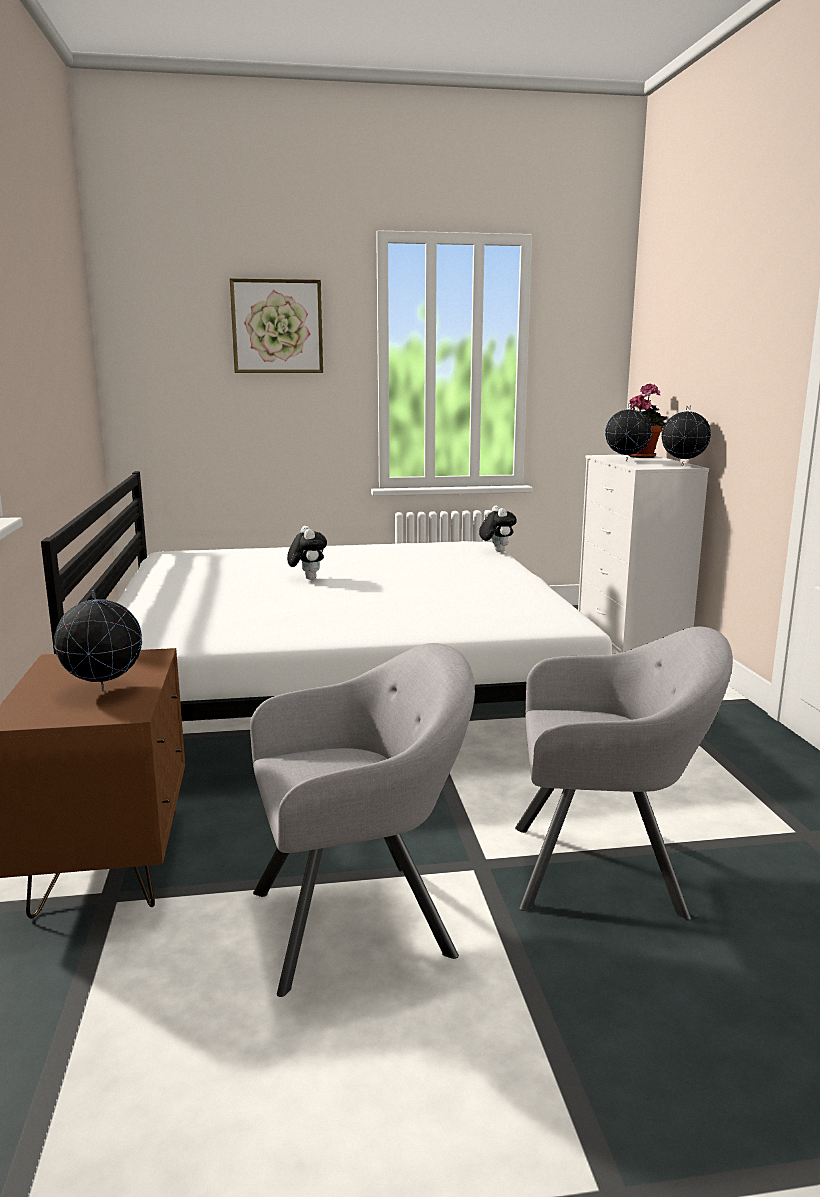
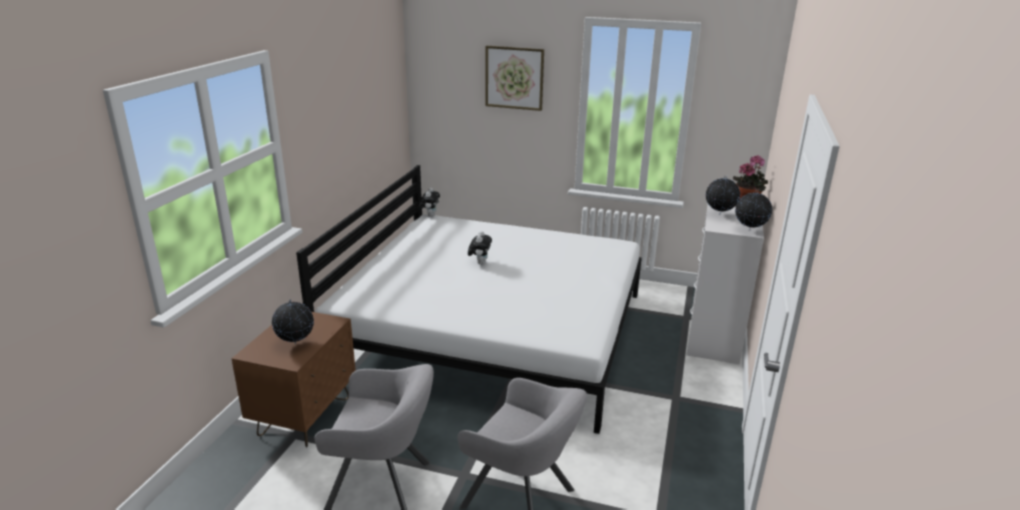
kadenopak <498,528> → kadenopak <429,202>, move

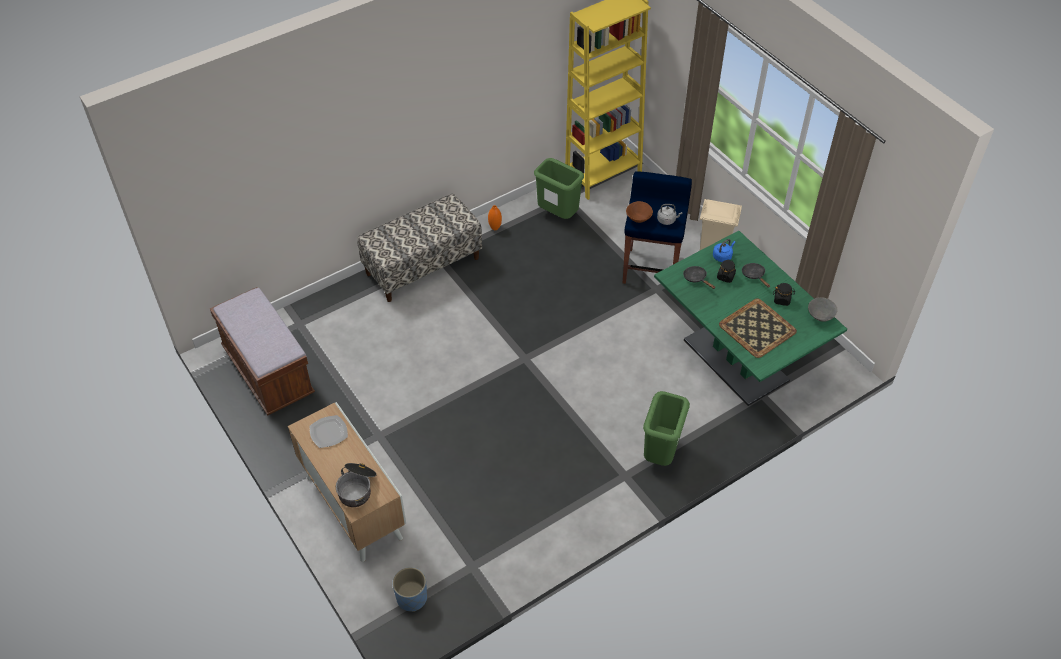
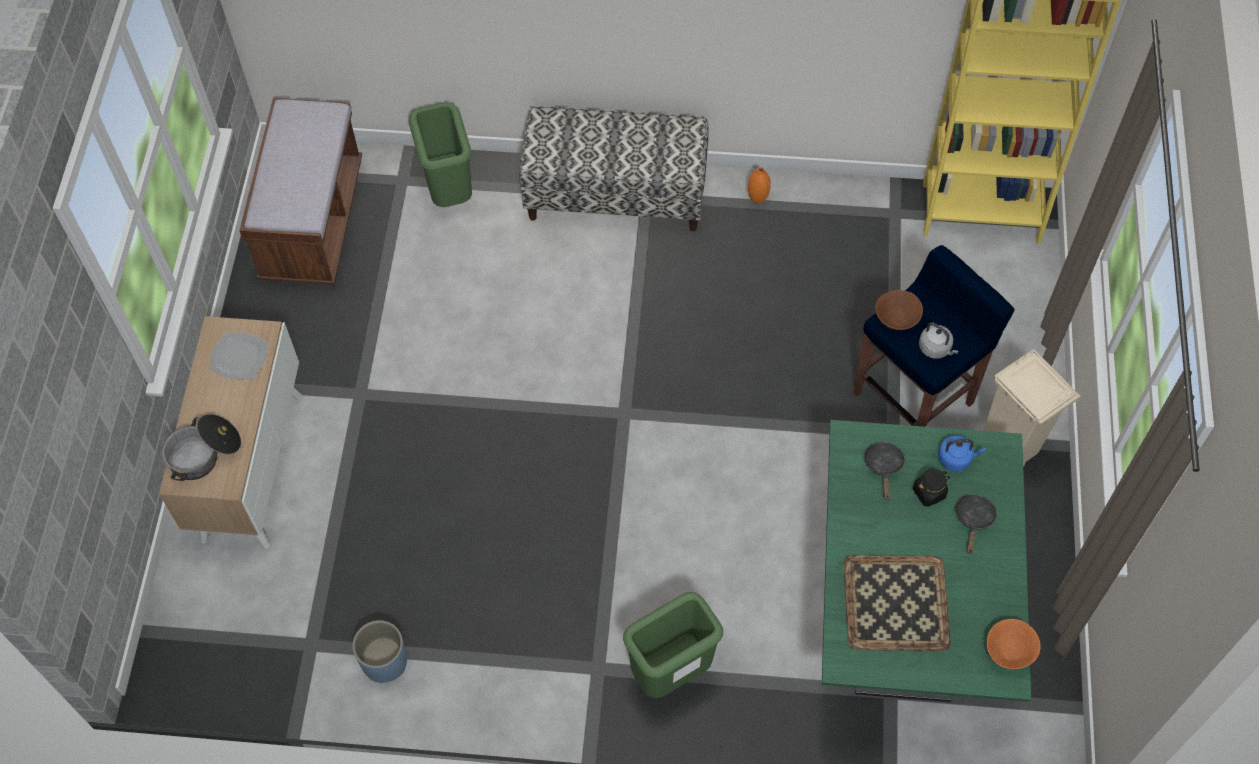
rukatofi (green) <559,188> → rukatofi (green) <440,154>, move
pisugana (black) <784,294> → -
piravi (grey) <823,309> → piravi (orange) <1013,644>
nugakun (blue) <410,589> → nugakun (blue) <379,651>, move

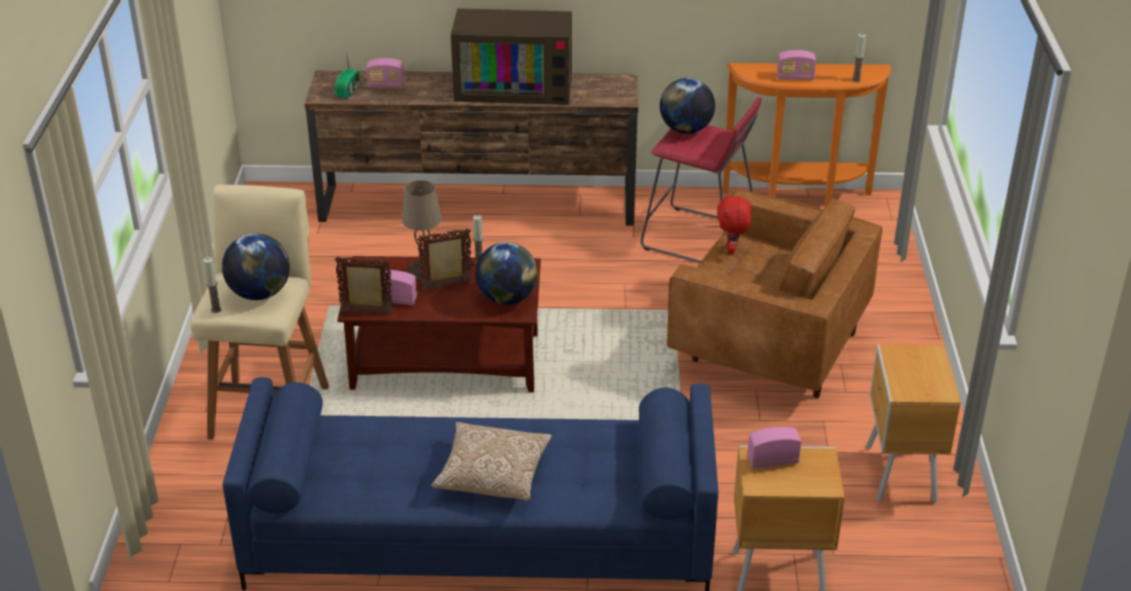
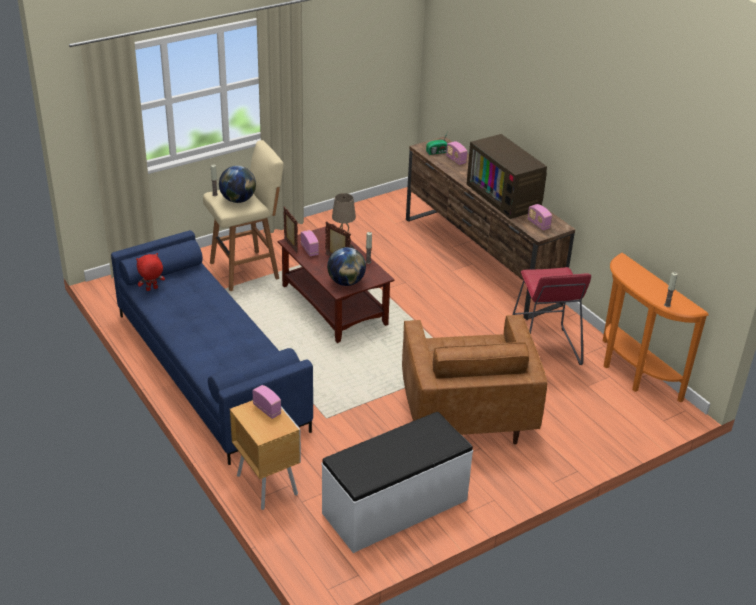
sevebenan <796,65> → sevebenan <540,217>, move
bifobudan <687,106> → -
kadenopak (red) <734,223> → kadenopak (red) <150,272>, move
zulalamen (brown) <913,423> → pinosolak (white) <397,482>
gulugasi <492,461> → -

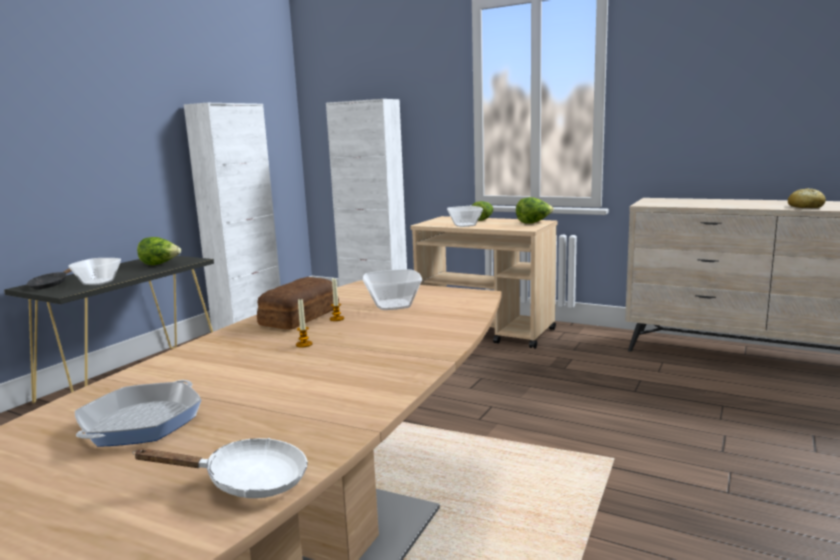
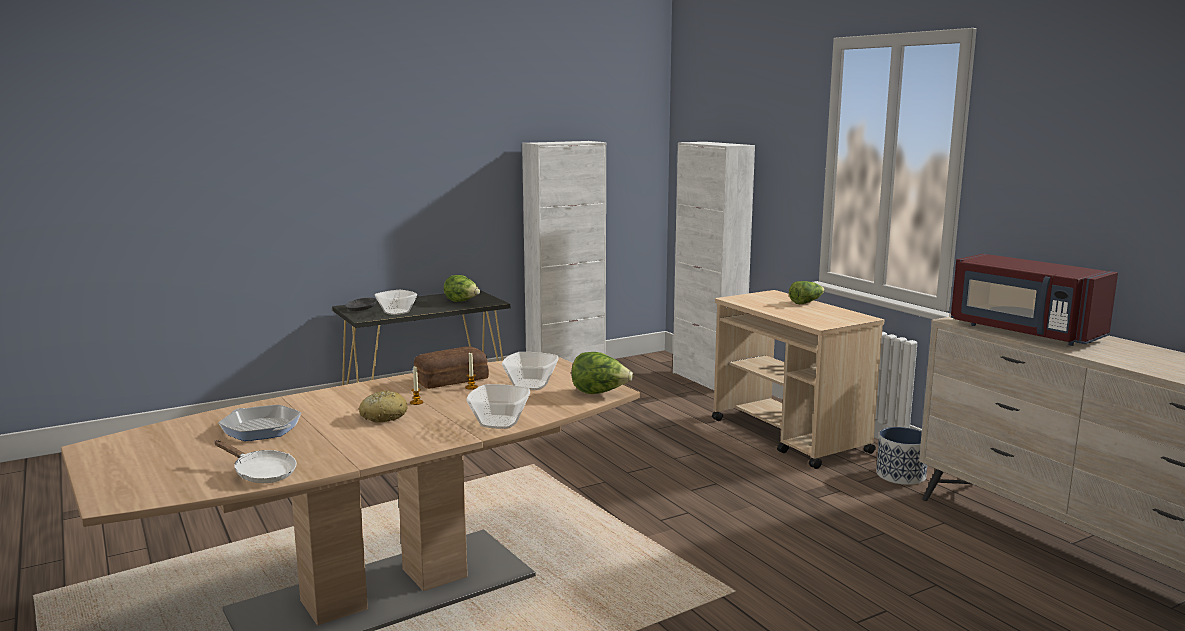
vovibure <807,198> → vovibure <383,406>, move
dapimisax <535,210> → dapimisax <602,373>, move
piravi <465,216> → piravi <498,406>, move
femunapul <138,413> → femunapul <259,423>, 105 degrees counterclockwise
- → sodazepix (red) <1034,300>
- → nugakun <901,456>

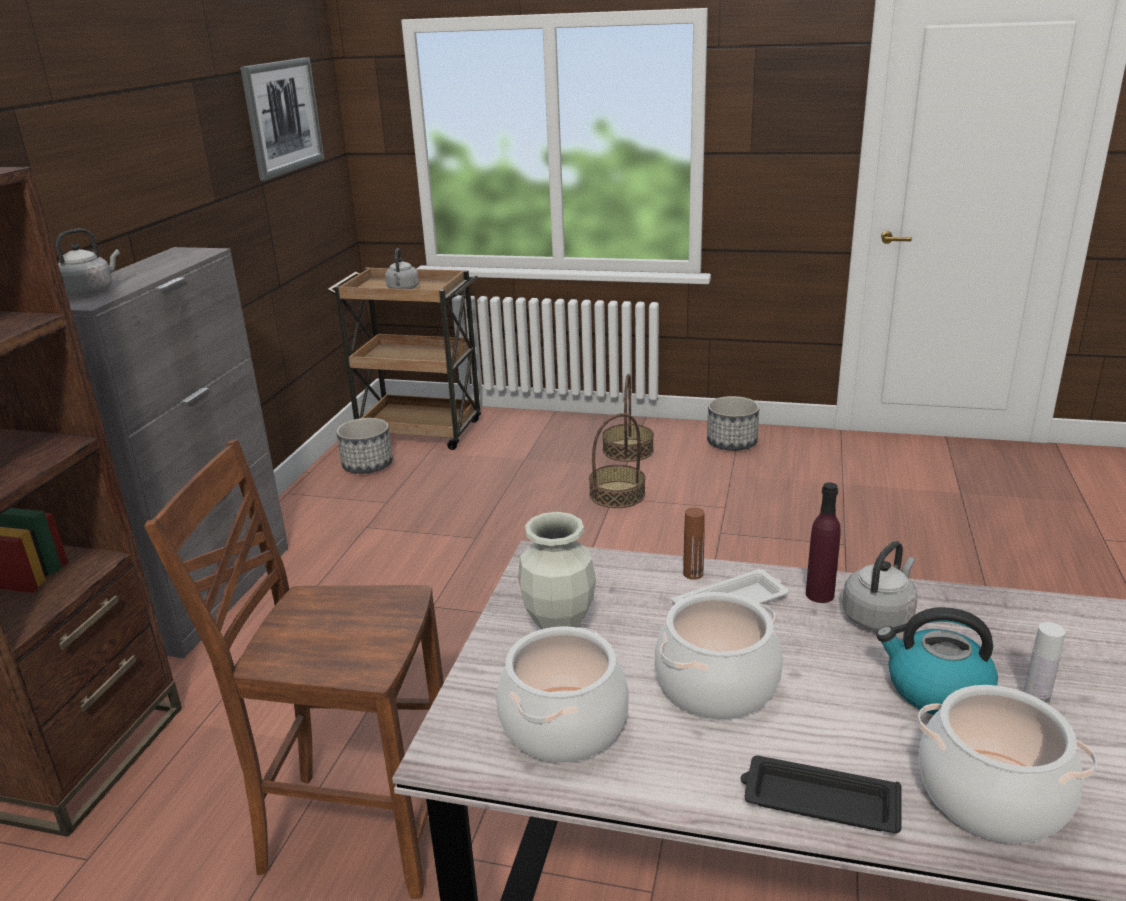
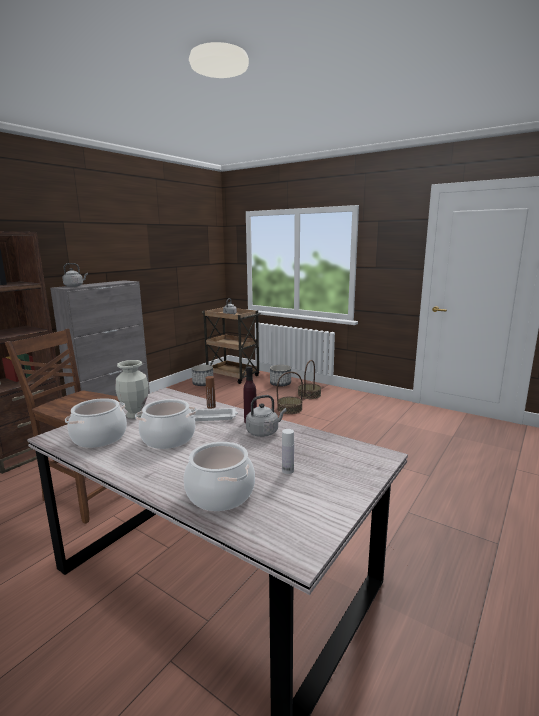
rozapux <282,119> → -
nugakun <733,423> → nugakun <280,376>, move
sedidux <937,661> → -
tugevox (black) <821,794> → -

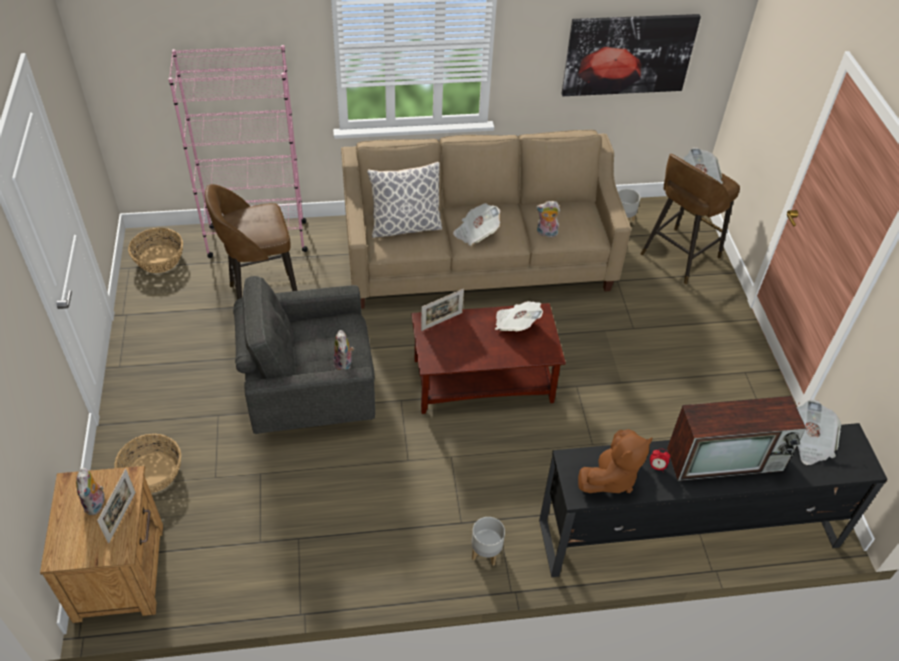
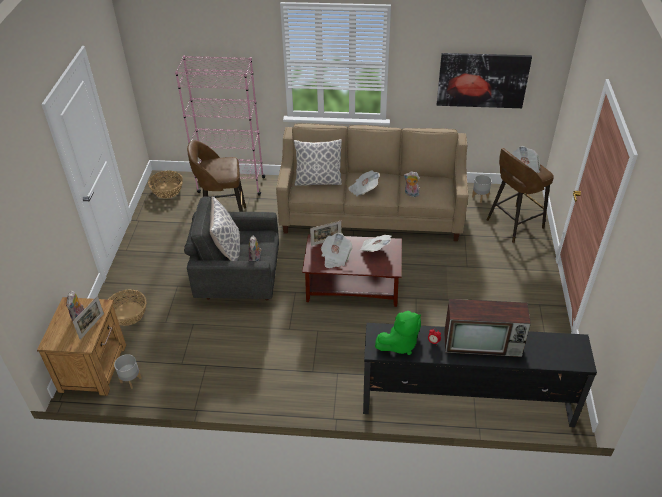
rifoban <819,432> → rifoban <336,250>, move
kadenopak (brown) <615,461> → kadenopak (green) <398,333>
nugakun (grey) <488,541> → nugakun (grey) <128,371>, move
- → gulugasi <224,229>

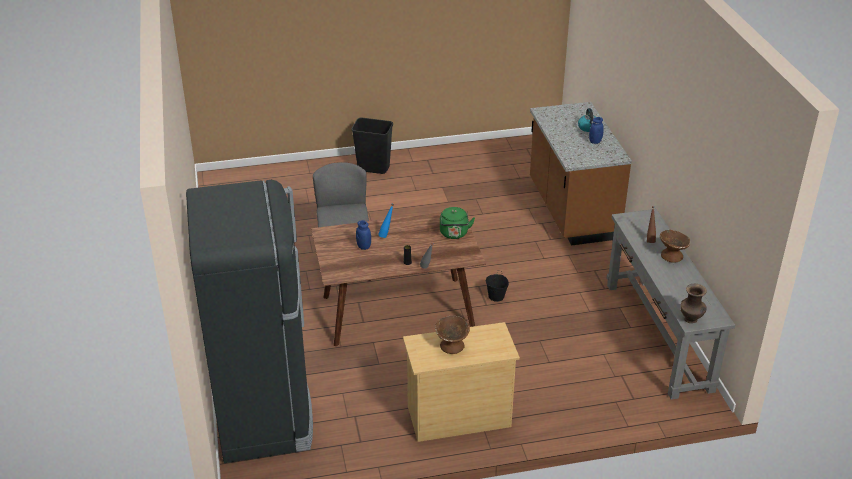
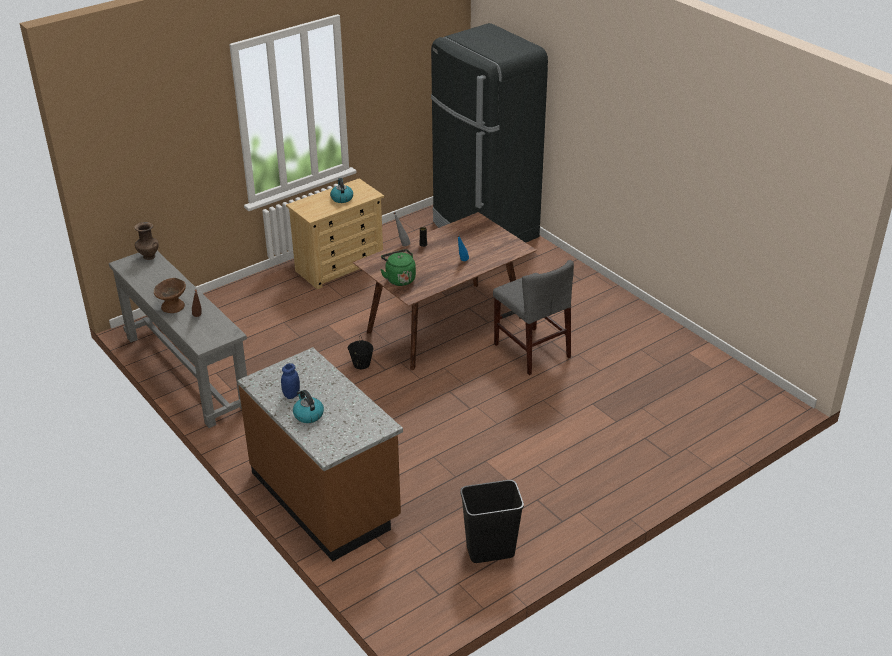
rukatofi (black) <372,146> → rukatofi (black) <492,521>, move
pisugana (blue) <363,235> → -
piravi (brown) <452,334> → sedidux <341,190>

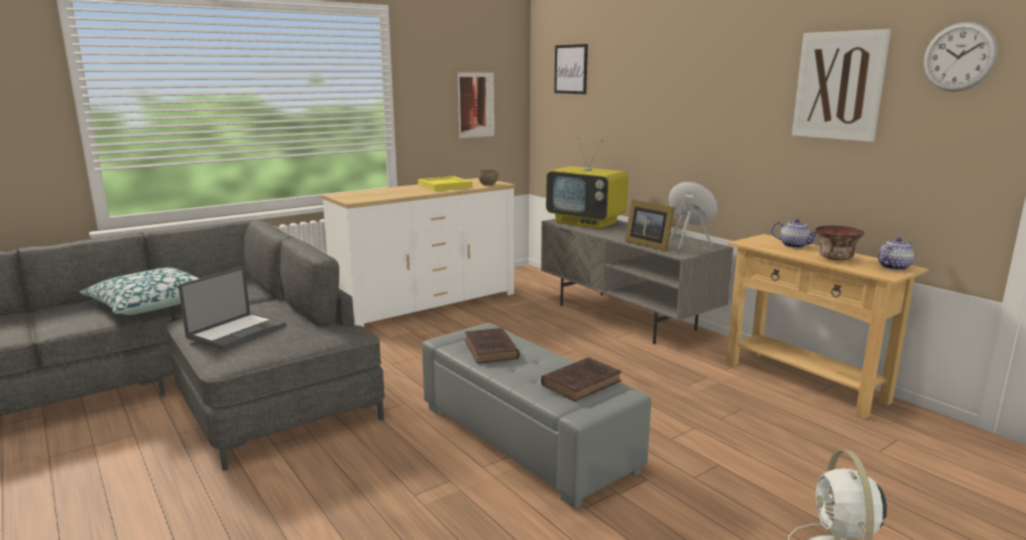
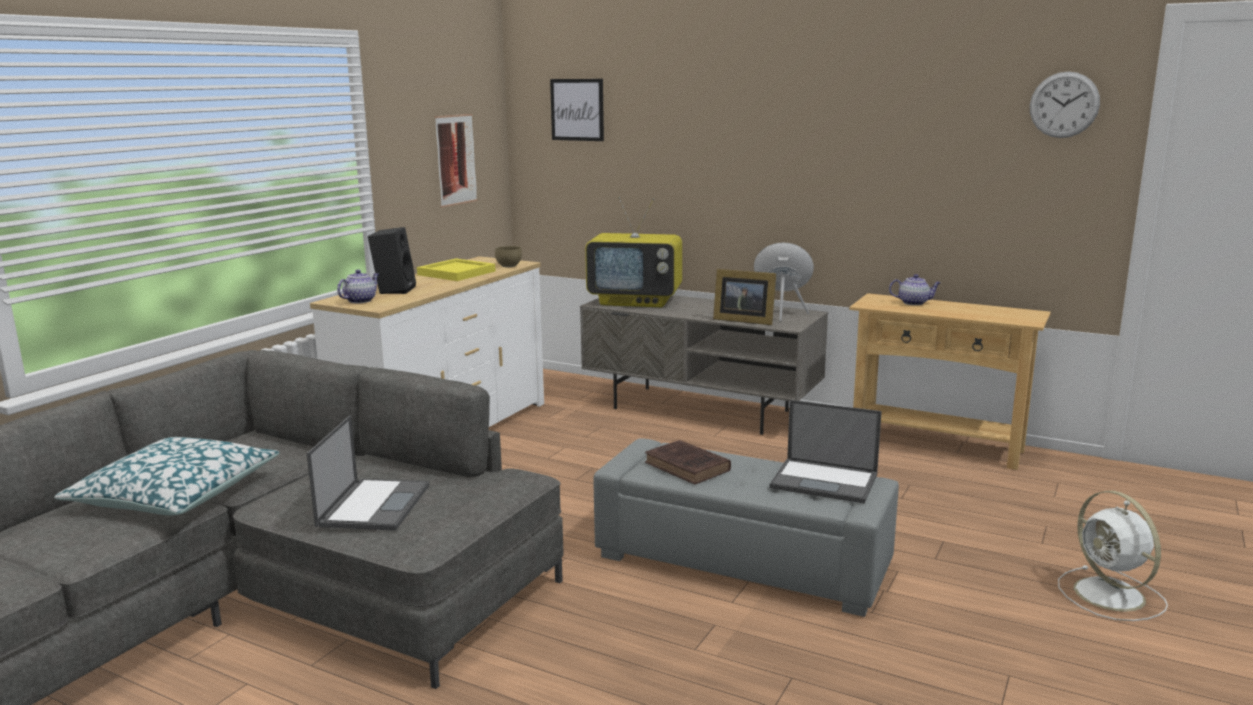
rozapux <841,85> → -
piravi <839,243> → -
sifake <896,253> → sifake <358,286>, move
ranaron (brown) <581,379> → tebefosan <825,451>
- → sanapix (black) <392,260>

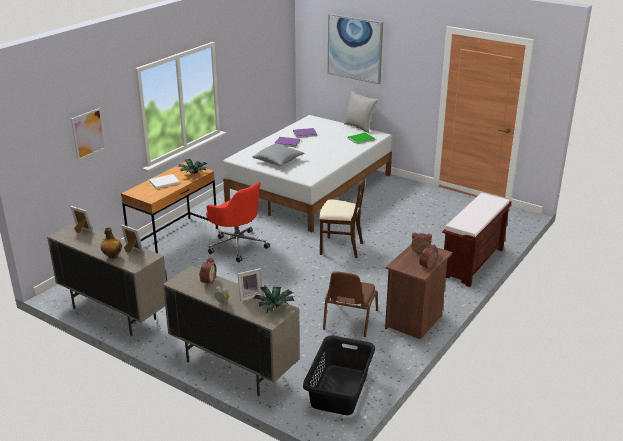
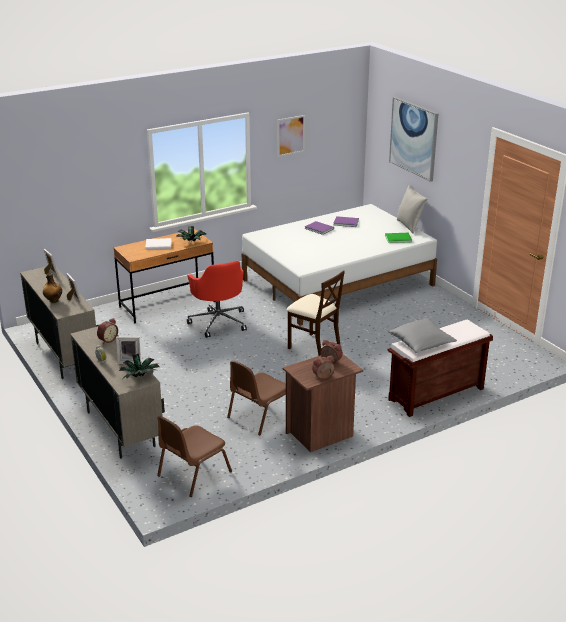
rozapux <88,134> → rozapux <291,136>, move
gulugasi (grey) <278,154> → gulugasi (grey) <422,335>, move
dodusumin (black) <339,375> → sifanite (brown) <194,456>

